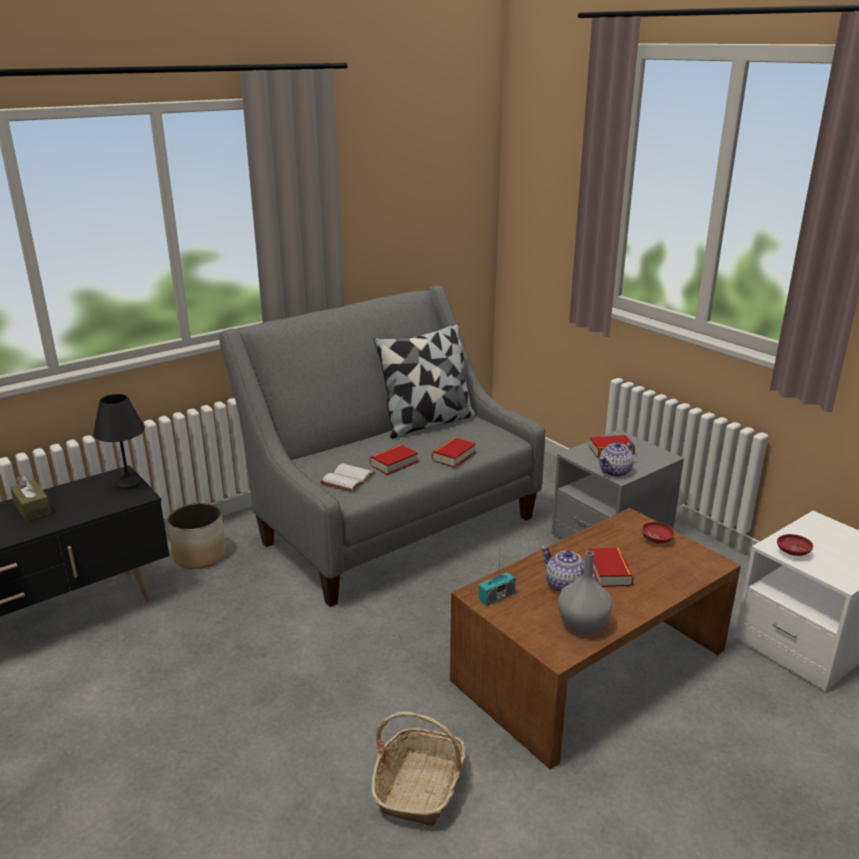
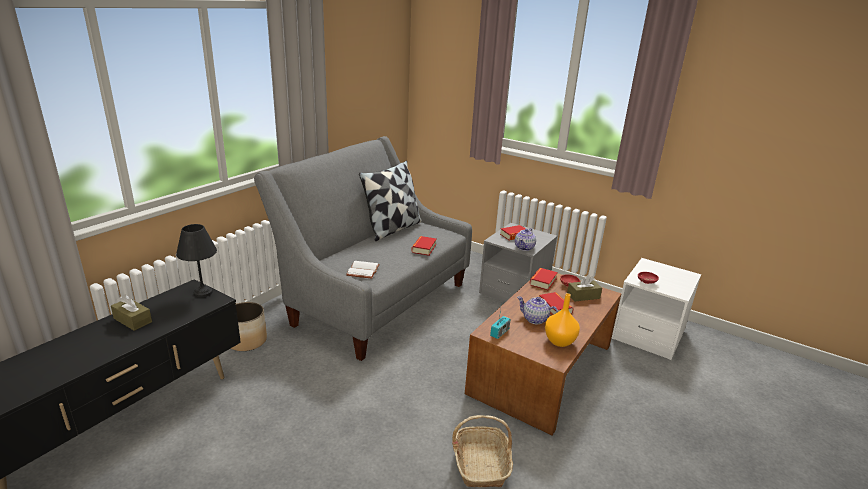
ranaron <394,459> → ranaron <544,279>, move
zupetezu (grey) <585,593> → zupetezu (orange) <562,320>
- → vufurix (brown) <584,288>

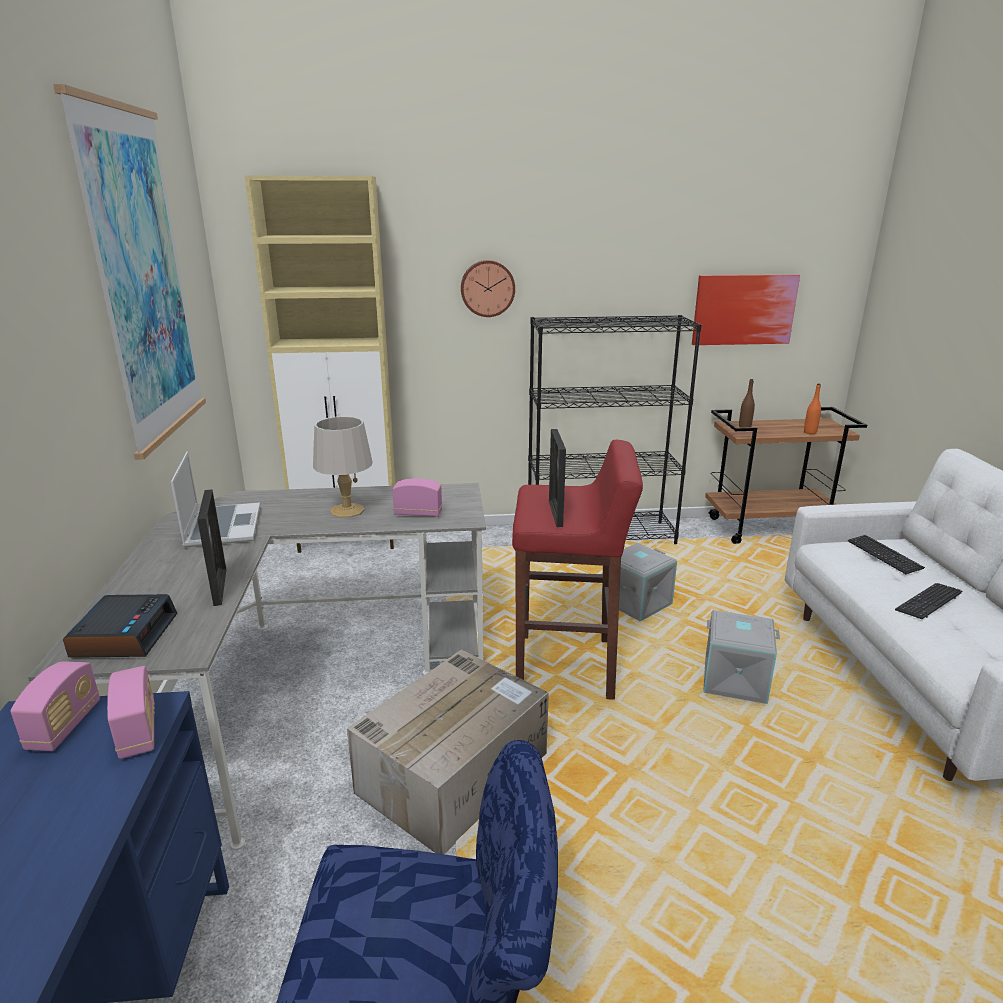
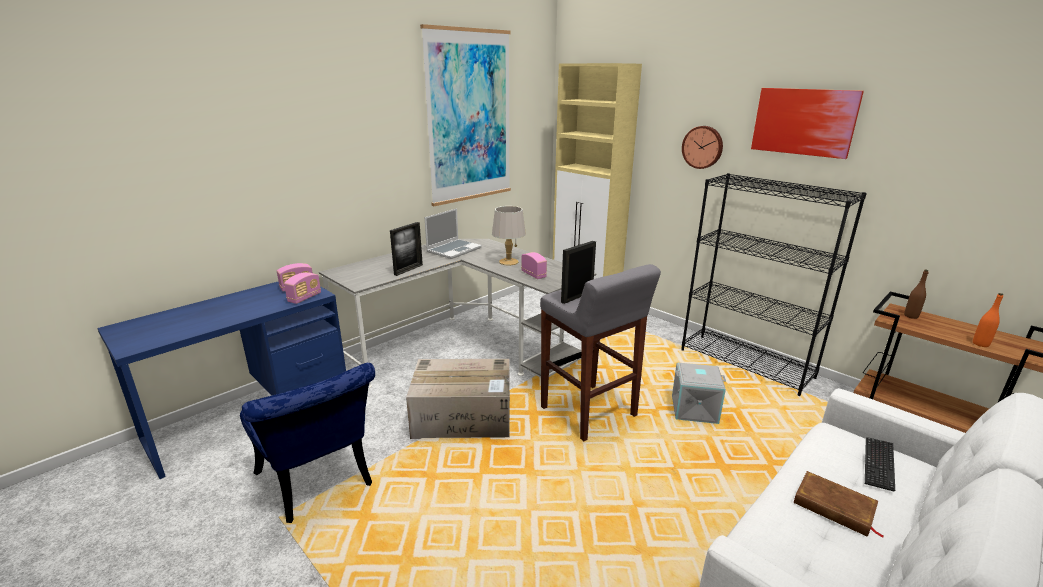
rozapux <746,309> → rozapux <807,123>, move
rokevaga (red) <577,570> → rokevaga (grey) <600,352>
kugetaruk <928,601> → ranaron (brown) <838,504>
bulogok <120,626> → -
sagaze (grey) <741,657> → -

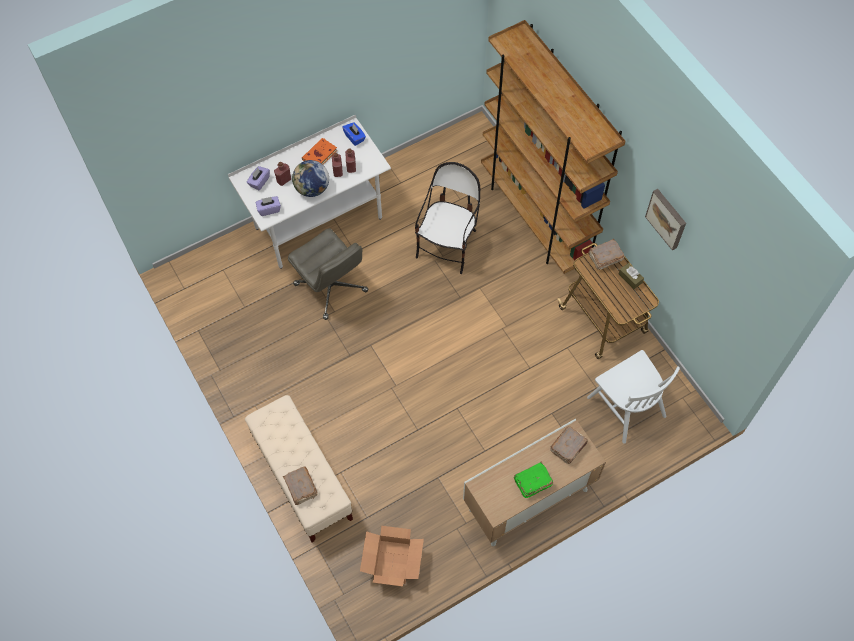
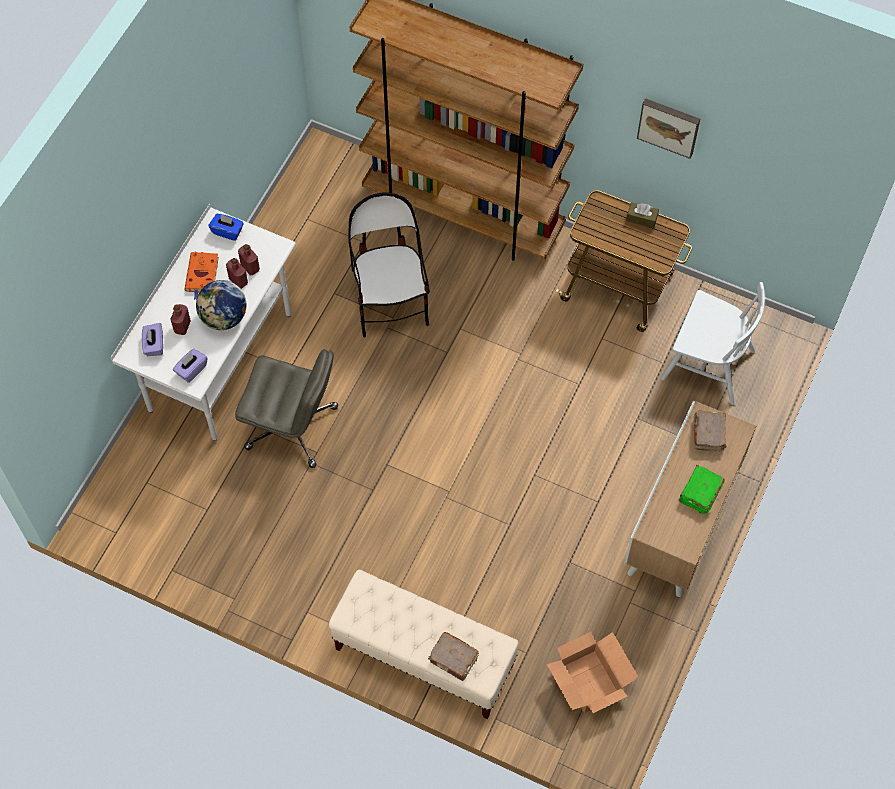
ranaron (brown) <606,254> → -

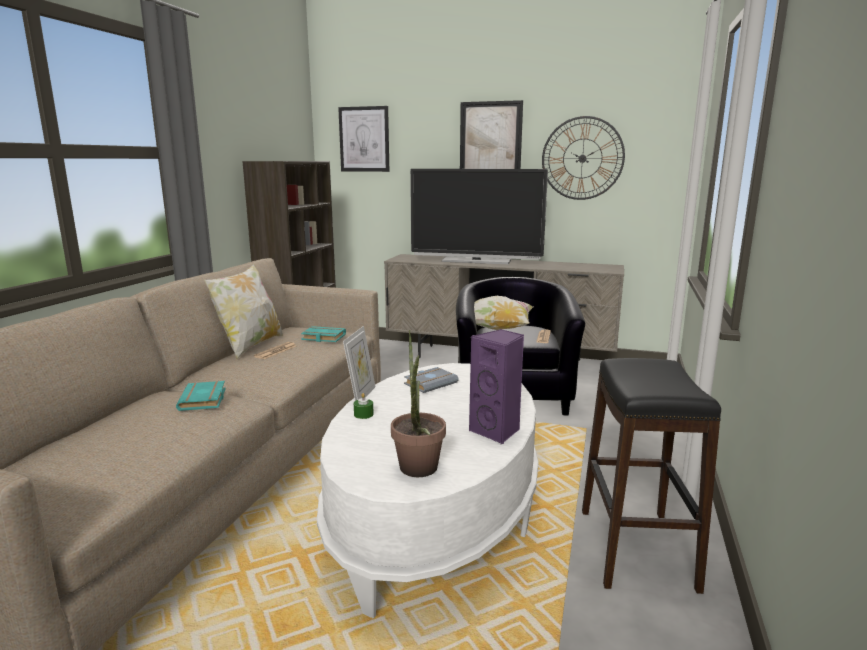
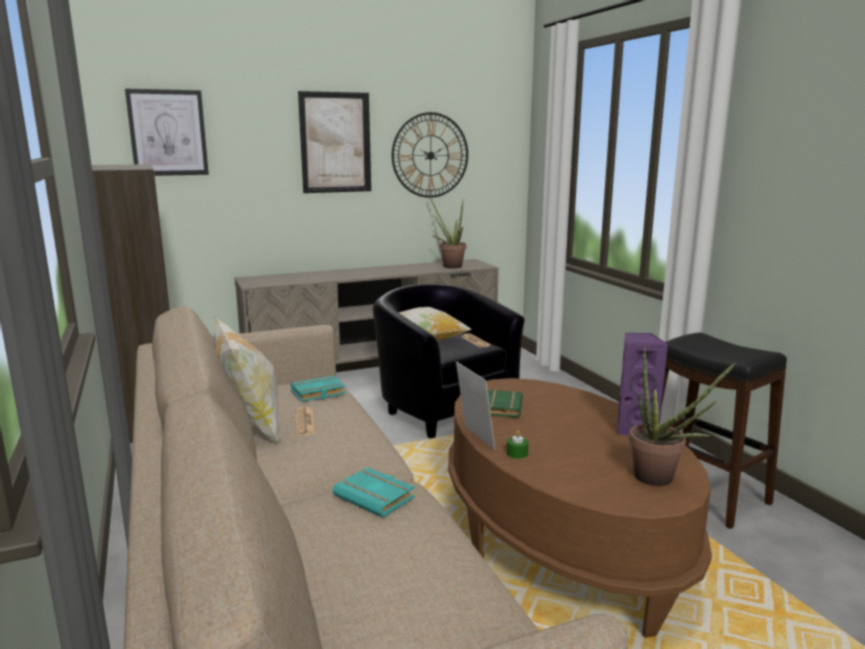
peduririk <479,216> → -
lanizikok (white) <428,490> → lanizikok (brown) <580,508>
ranaron (grey) <431,380> → ranaron (green) <505,404>
- → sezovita <447,232>

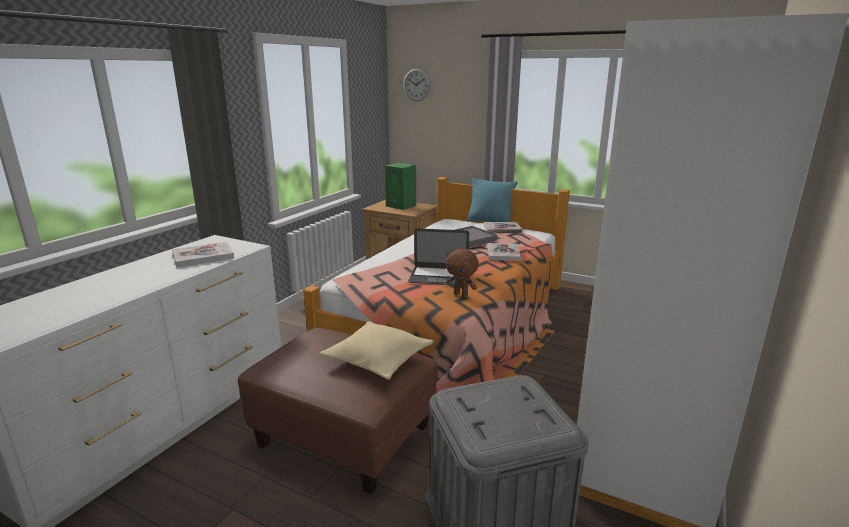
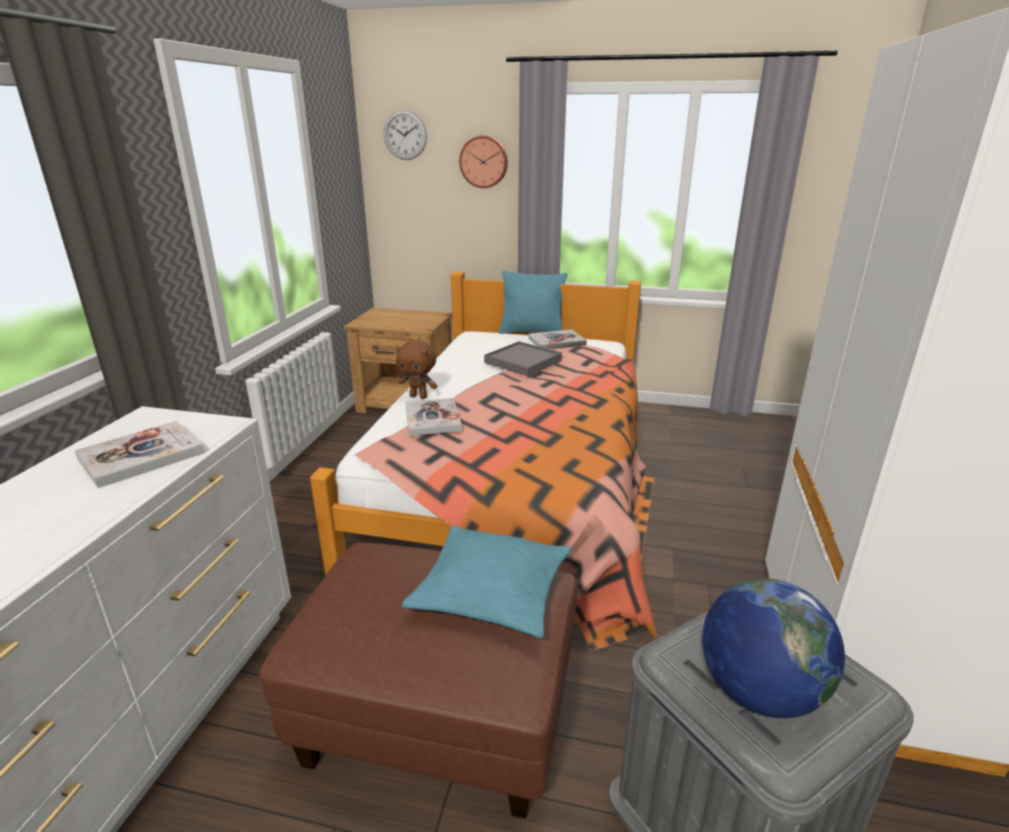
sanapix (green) <400,186> → -
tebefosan <438,256> → -
ranaron <504,252> → ranaron <433,417>, move
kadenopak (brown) <462,272> → kadenopak (brown) <416,369>, move
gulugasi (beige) <376,350> → gulugasi (turquoise) <487,581>
- → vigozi <483,162>
- → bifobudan <773,648>

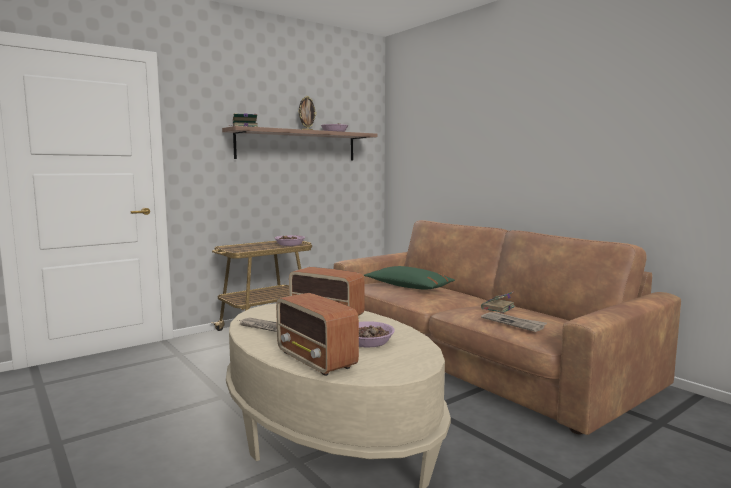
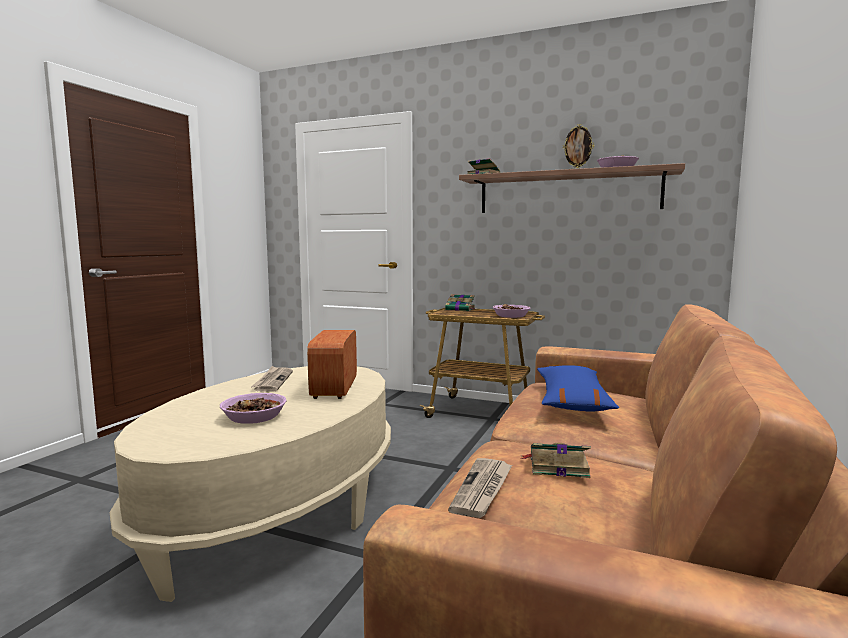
gulugasi (green) <409,278> → gulugasi (blue) <578,388>
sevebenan <317,334> → -
- → ranaron <460,302>

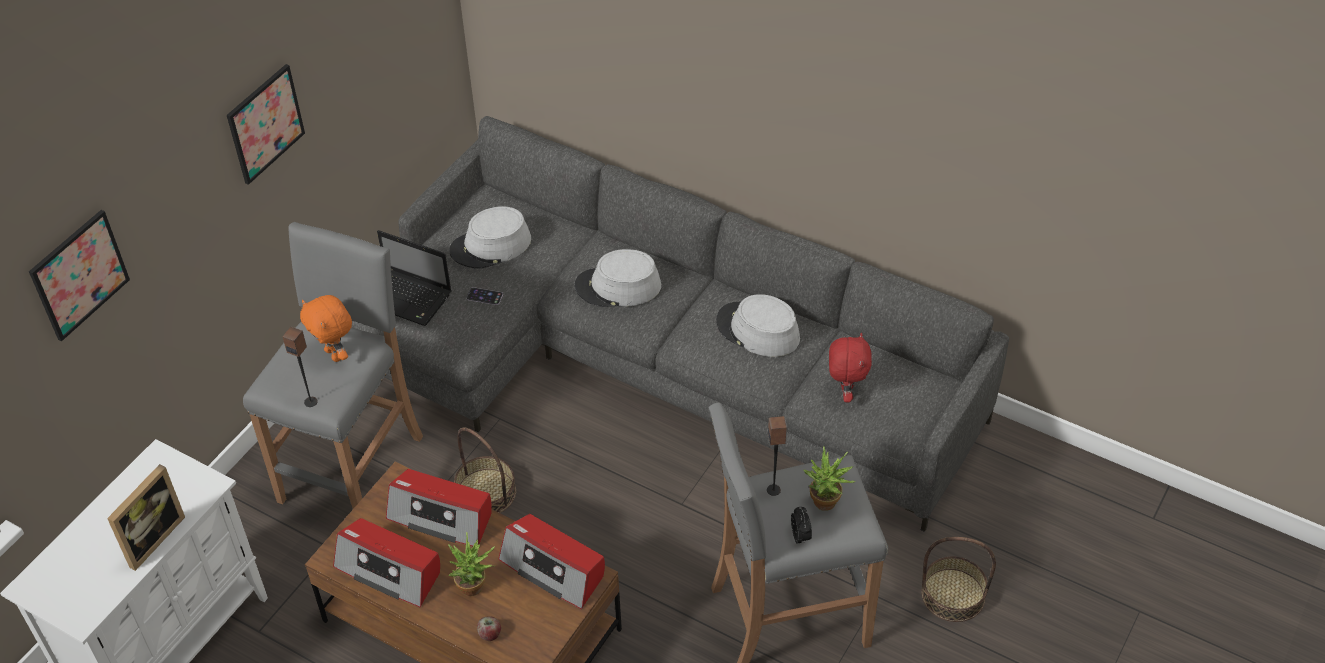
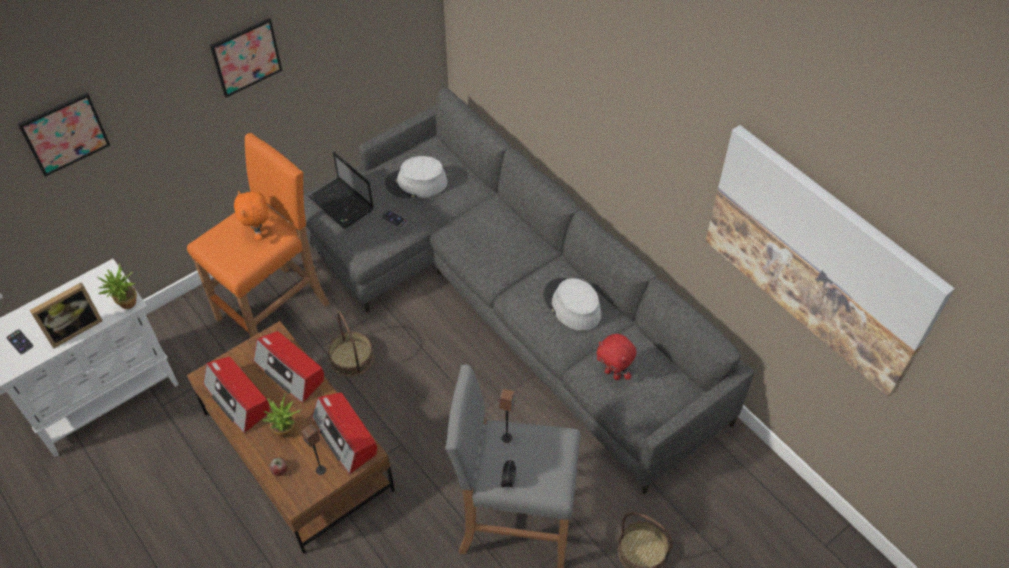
rokevaga (grey) <333,365> → rokevaga (orange) <258,235>
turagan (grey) <617,278> → -
sanapix <300,367> → sanapix <313,449>, move
kadenopak (red) <850,367> → kadenopak (red) <616,357>, 105 degrees clockwise
sezovita <829,479> → sezovita <117,286>, move
- → rozapux <830,261>
- → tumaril <20,342>

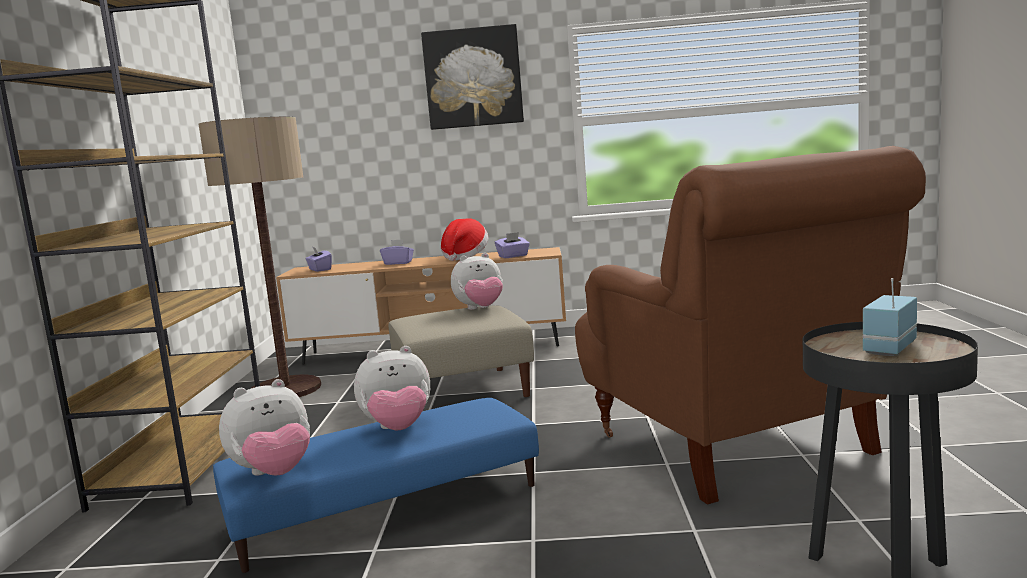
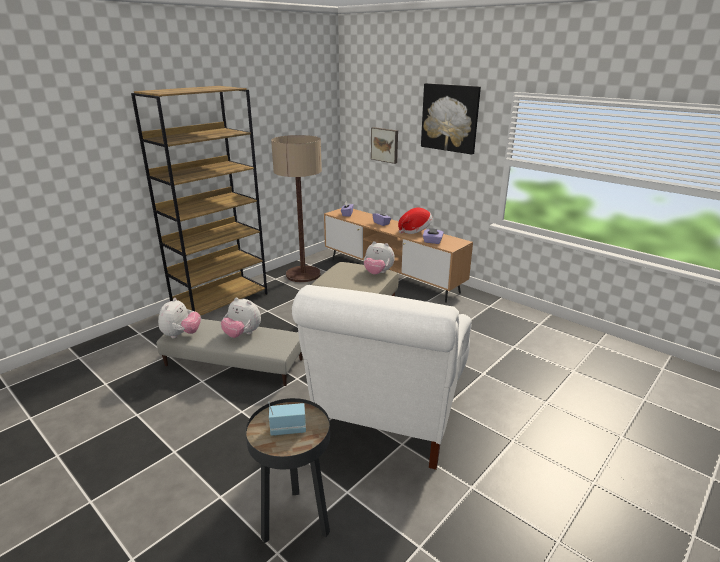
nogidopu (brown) <750,325> → nogidopu (white) <382,377>
kadenopak <264,427> → kadenopak <179,318>, 90 degrees counterclockwise
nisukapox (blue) <376,485> → nisukapox (grey) <229,352>
- → rozapux <384,145>

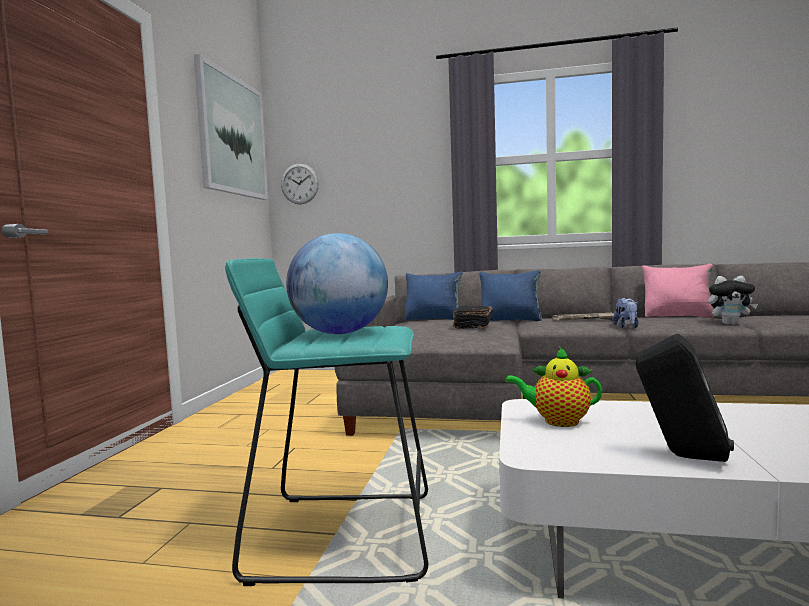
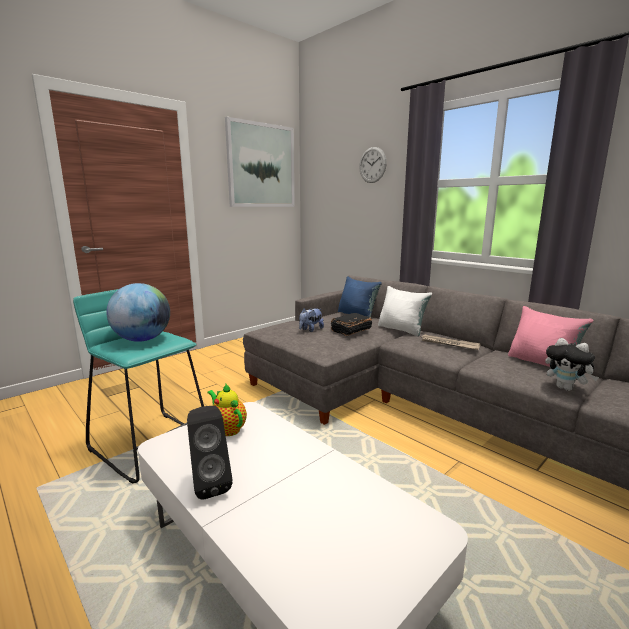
vigozi <300,184> → vigozi <373,165>, move
gulugasi (blue) <510,295> → gulugasi (white) <405,311>
kadenopak <626,313> → kadenopak <311,320>, move

